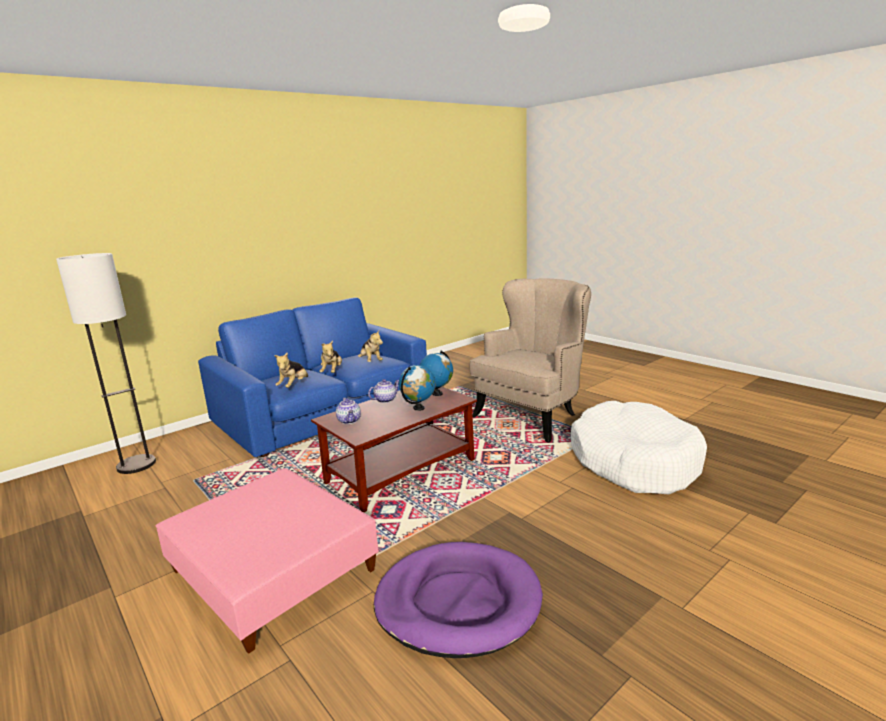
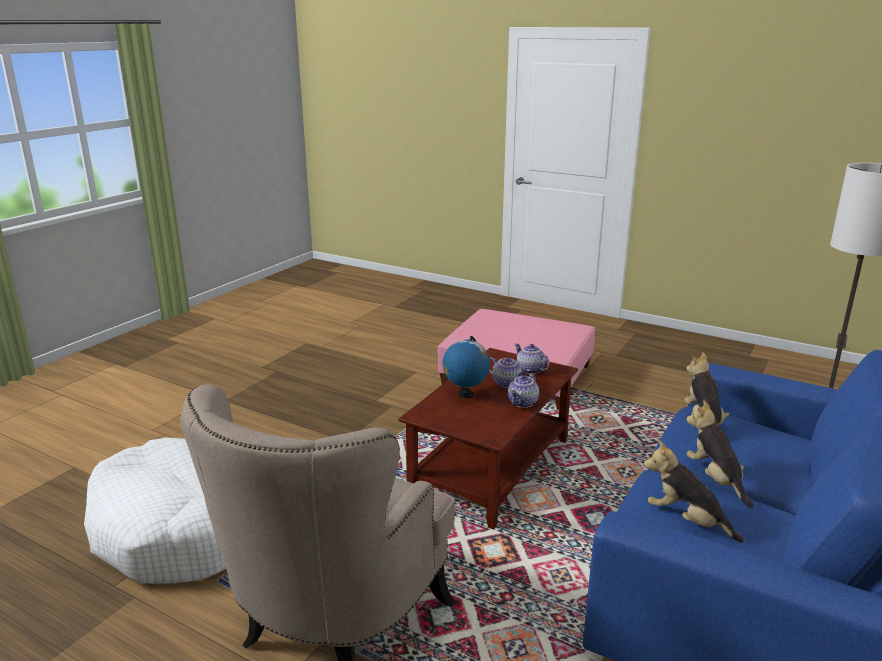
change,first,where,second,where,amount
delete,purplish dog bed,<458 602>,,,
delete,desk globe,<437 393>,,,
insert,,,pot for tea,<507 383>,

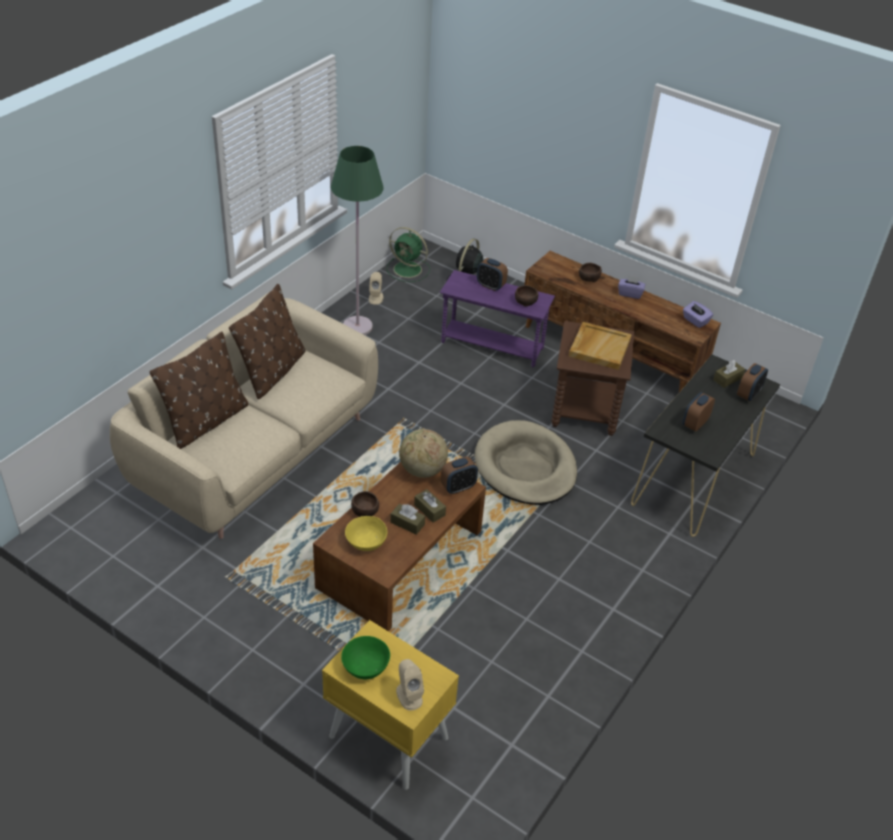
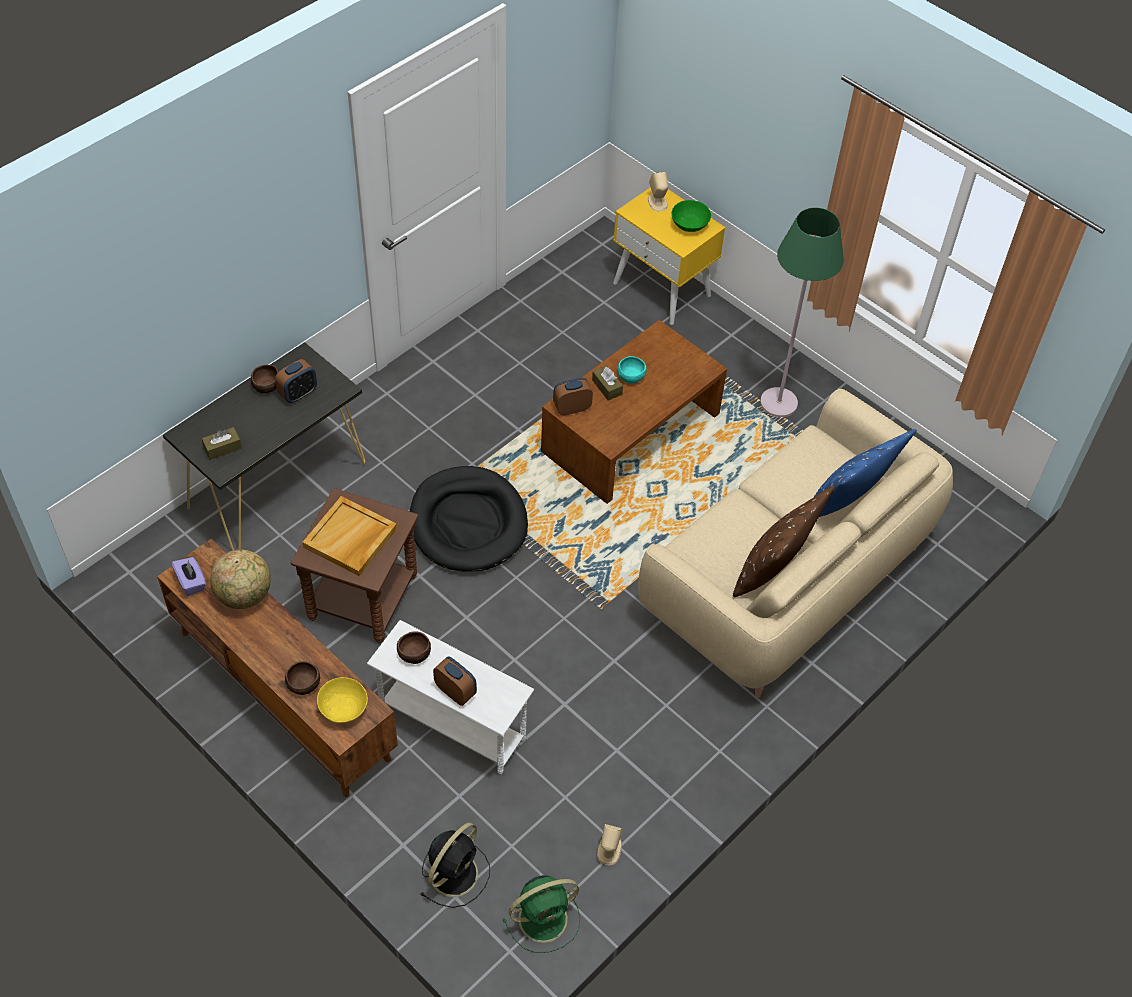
change,first,where,second,where,amount
recolor,brownish pillow,<206 421>,bluish pillow,<847 502>,
move,greenish standard lamp,<357 326>,,<778 403>,
move,yellowish bowl,<366 542>,,<343 708>,
move,brownish bowl,<365 510>,,<266 386>,
rotate,greenish fan,<408 270>,,<545 918>,120 degrees clockwise
replace,brownish tissue box,<407 523>,turquoise-coloured bowl,<632 376>,
move,desk globe,<422 470>,,<245 595>,
recolor,purplish accent table,<492 345>,whitish accent table,<452 725>,
recolor,beige-coloured dog bed,<525 467>,black-coloured dog bed,<468 523>,
delete,purplish tissue box,<630 293>,,,
delete,table clock,<748 394>,,,

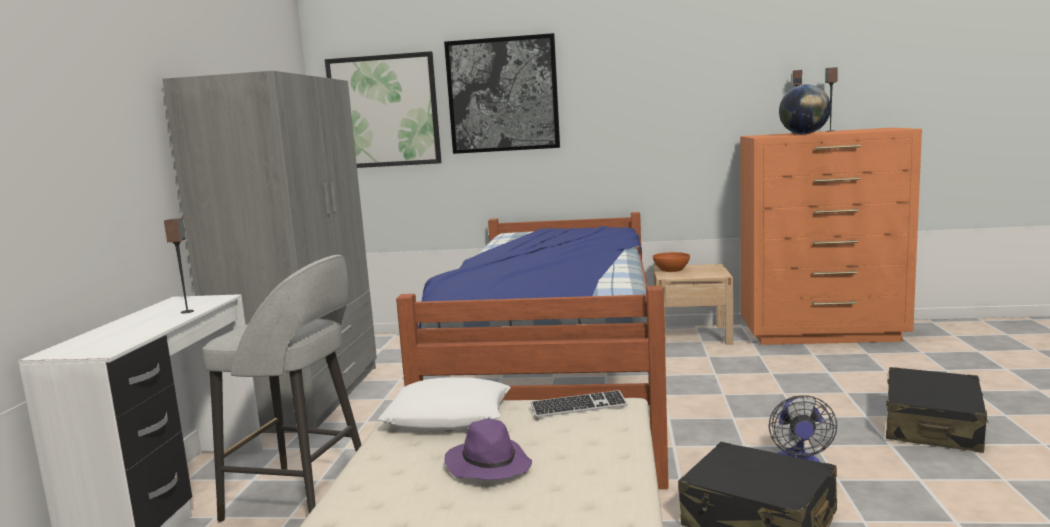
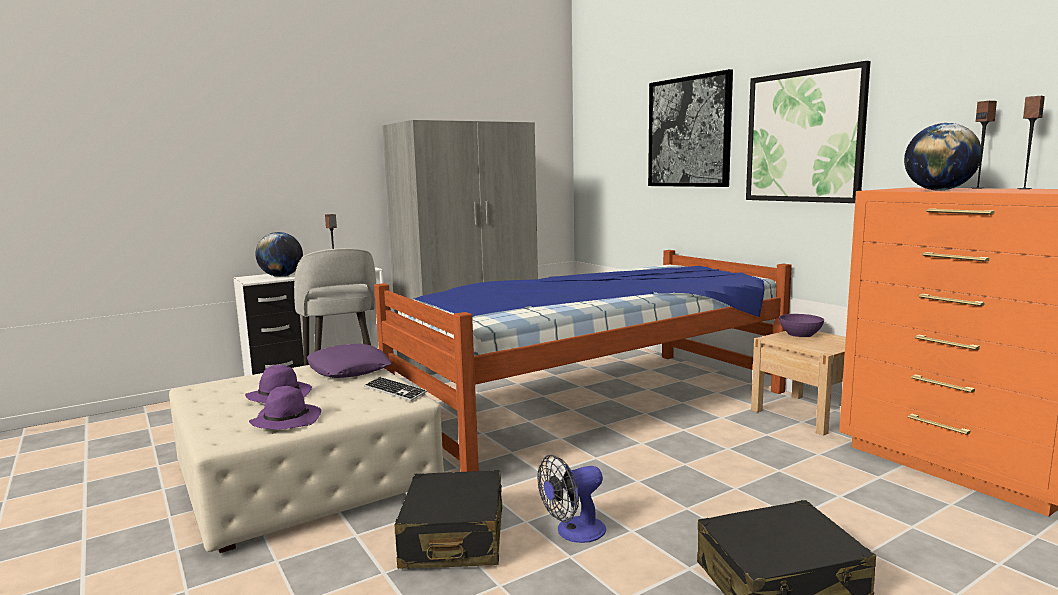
change,first,where,second,where,amount
move,wall art,<384 111>,,<804 137>,
recolor,whitish pillow,<448 415>,purplish pillow,<349 369>,
recolor,orange bowl,<671 270>,purplish bowl,<799 334>,
insert,,,purplish hat,<286 420>,
insert,,,desk globe,<281 276>,

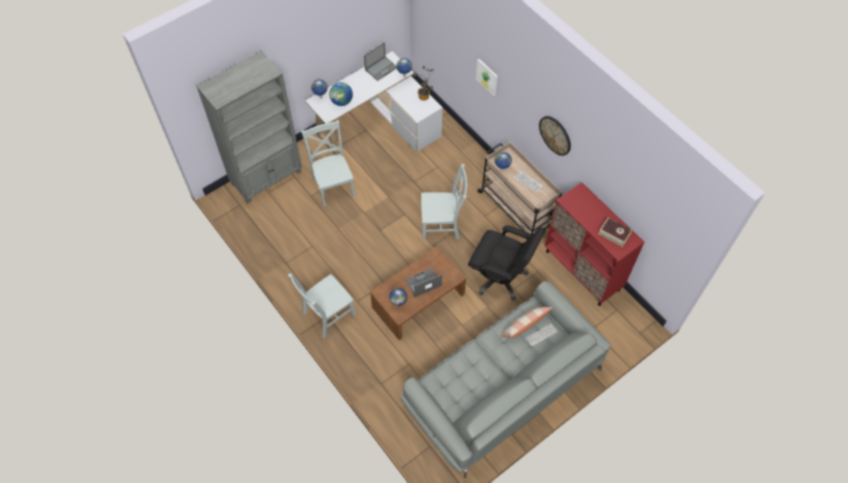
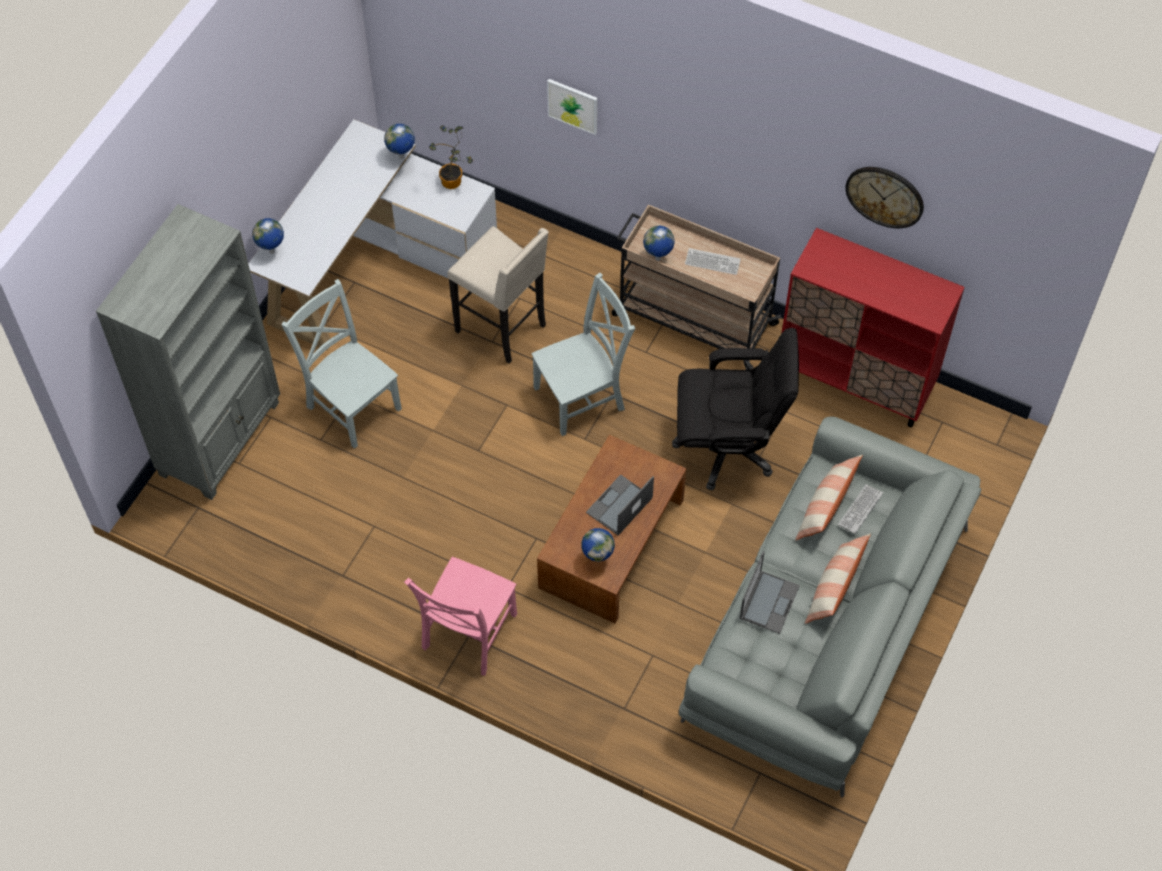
change,first,where,second,where,amount
recolor,grey chair,<327 315>,pinkish chair,<467 634>,
delete,desk globe,<342 101>,,,
move,laptop,<381 68>,,<769 601>,
move,hanging clock,<555 135>,,<885 196>,
delete,bound book,<614 234>,,,
insert,,,beige-coloured stool seat,<503 328>,
insert,,,pillow,<834 587>,

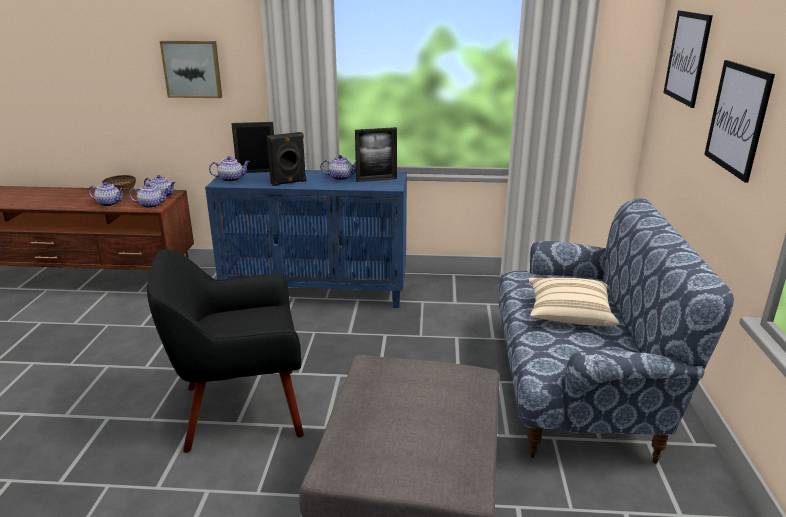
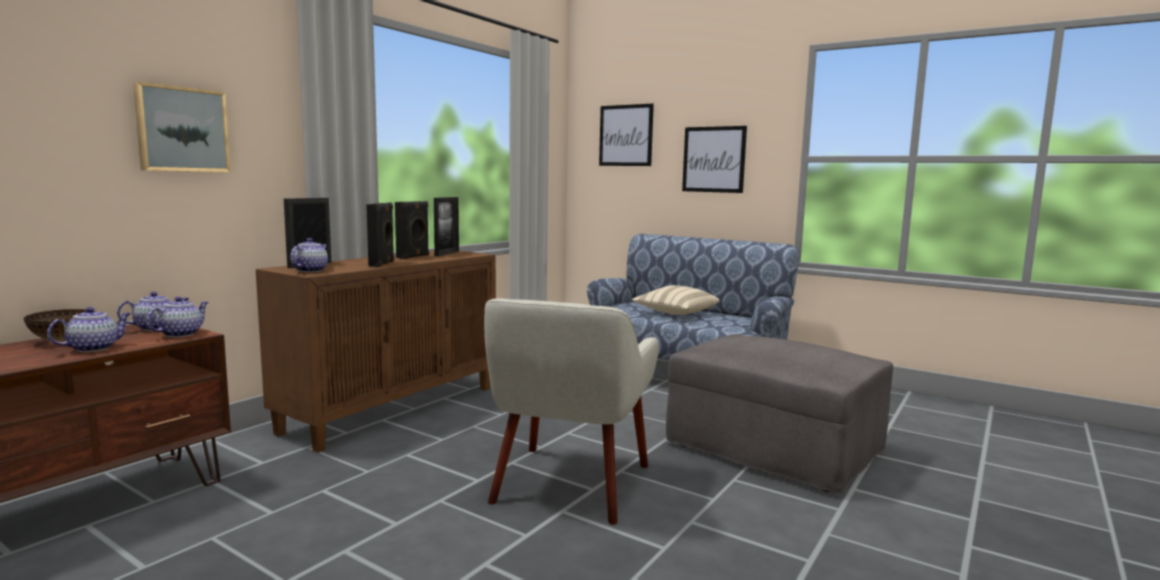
change,first,where,second,where,amount
recolor,black-coloured easy chair,<240 409>,beige-coloured easy chair,<569 484>,
recolor,bluish cabinet,<317 292>,brownish cabinet,<393 408>,
replace,pot for tea,<341 178>,black-coloured speaker,<414 256>,

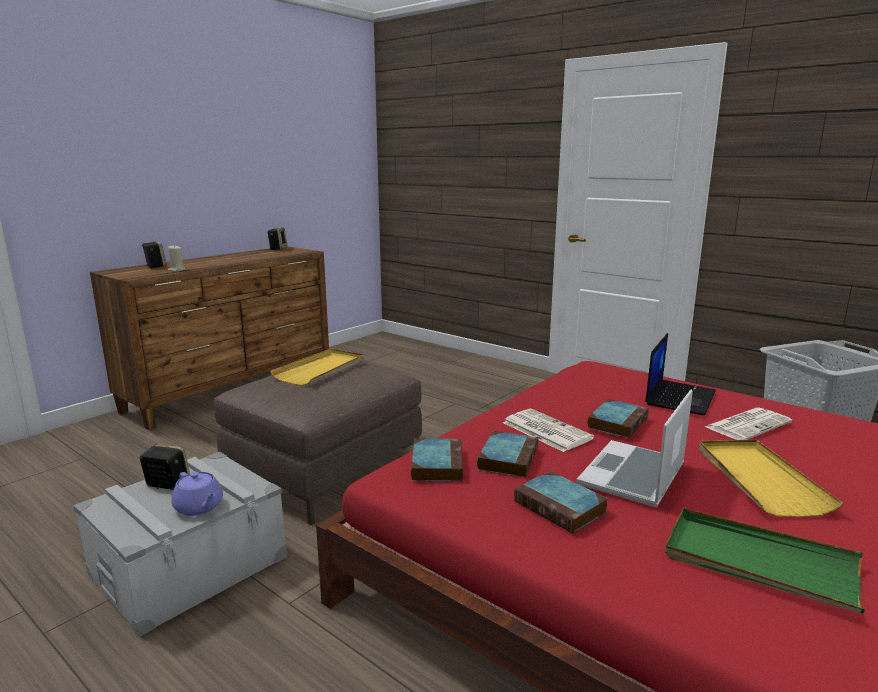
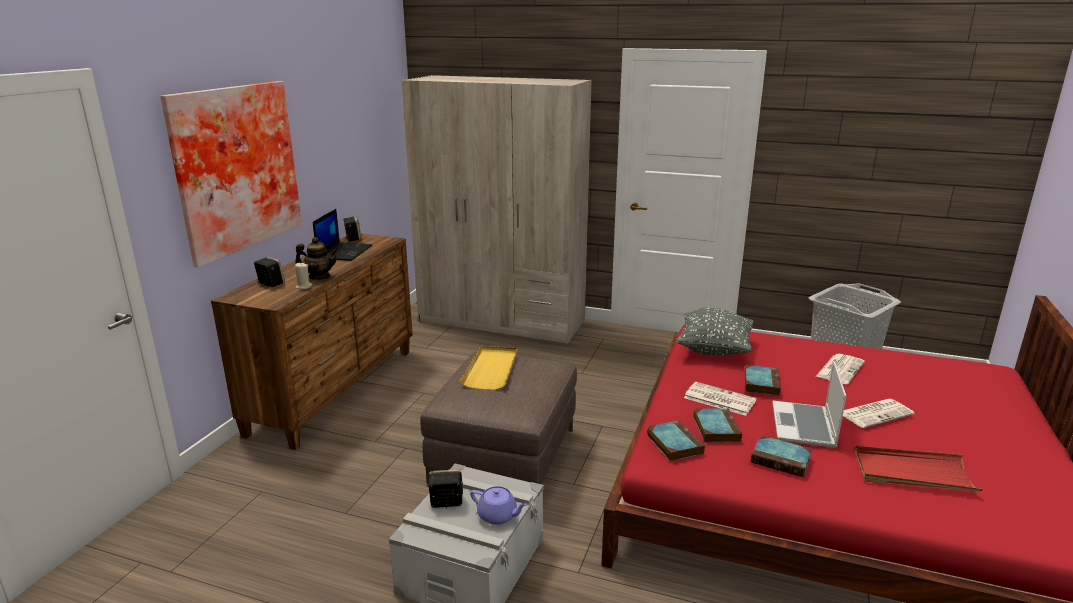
change,first,where,second,where,amount
move,laptop,<679 397>,,<344 252>,
recolor,greenish tray,<759 563>,red tray,<912 472>,
replace,yellowish tray,<759 479>,newspaper,<875 413>,
insert,,,wall art,<234 168>,
insert,,,pot for tea,<319 277>,
insert,,,beige-coloured wardrobe,<502 321>,
insert,,,grey pillow,<714 349>,

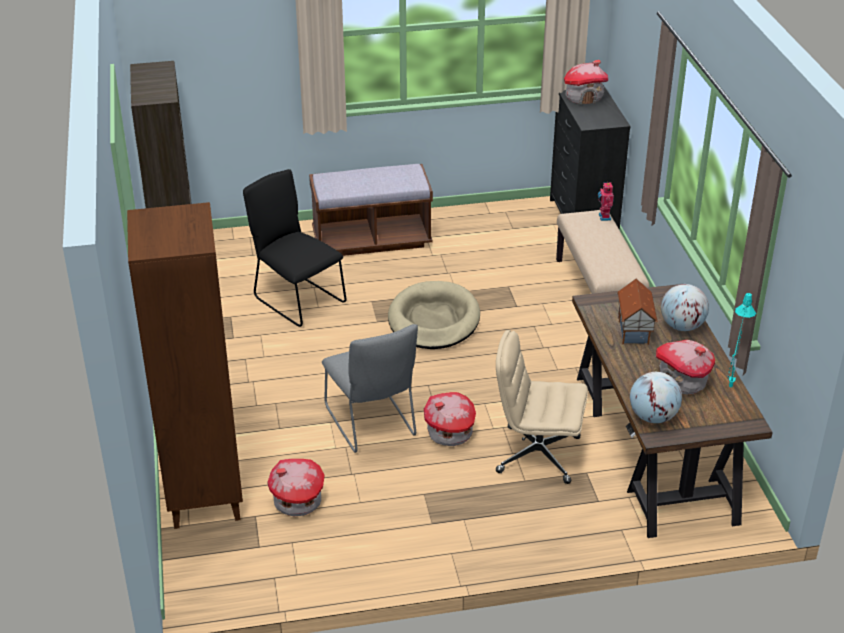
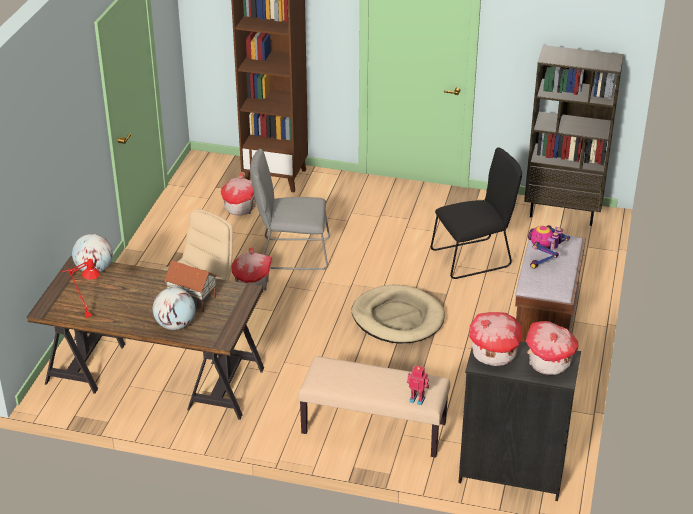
change,first,where,second,where,amount
move,miniature house,<682 381>,,<494 354>,
recolor,turquoise-coloured lamp for a table,<729 391>,red lamp for a table,<84 315>,
insert,,,model robot,<544 260>,

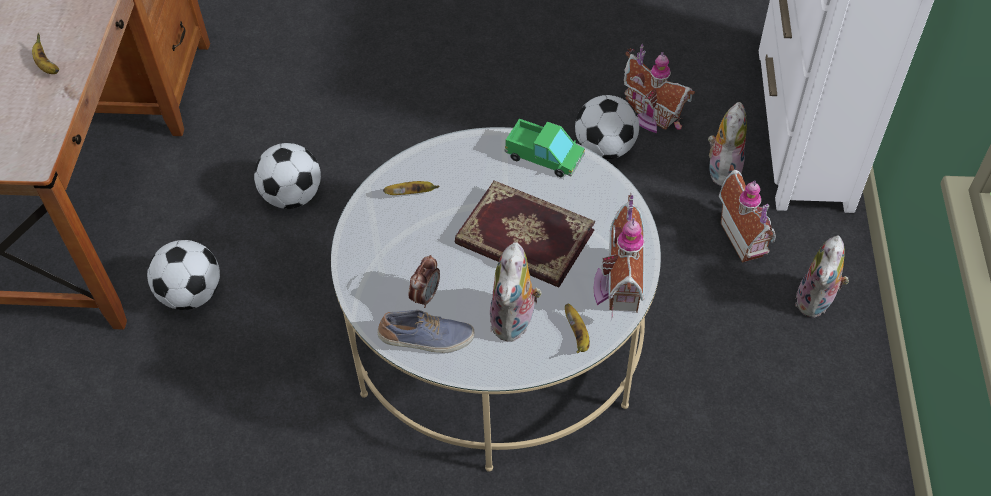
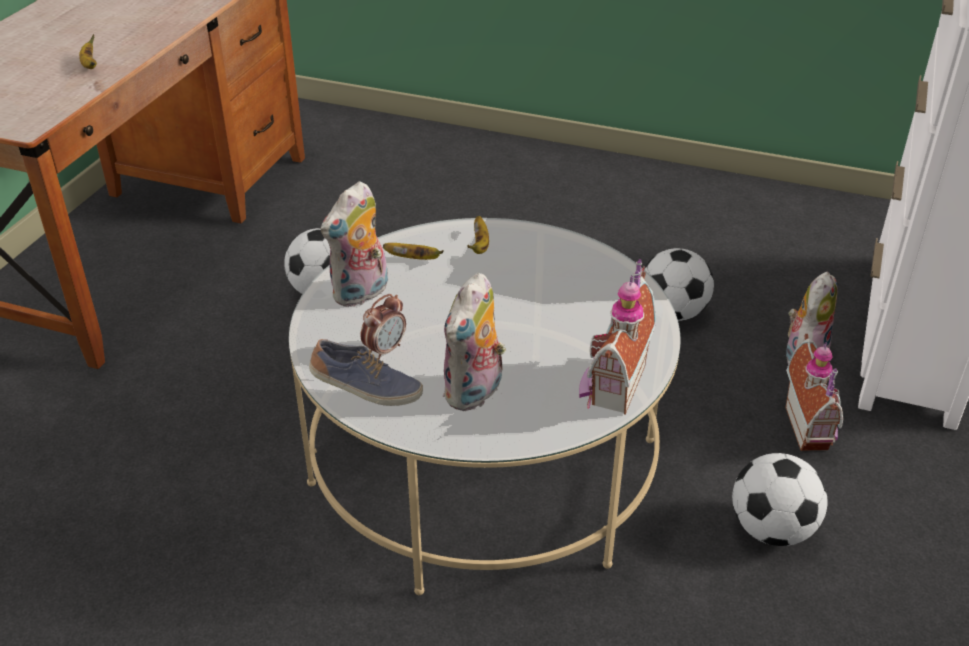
change,first,where,second,where,amount
move,football ball,<191 294>,,<771 530>,
delete,bound book,<524 239>,,,
delete,toy lorry,<544 156>,,,
move,banana fruit,<577 335>,,<480 245>,
delete,miniature house,<651 116>,,,
move,cuddly toy,<816 302>,,<361 294>,

